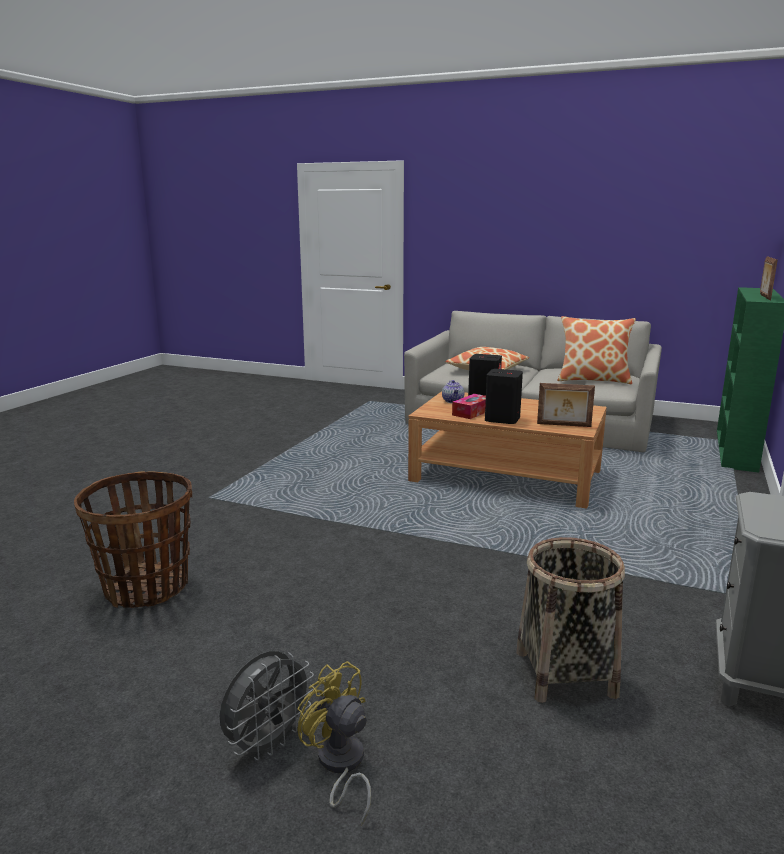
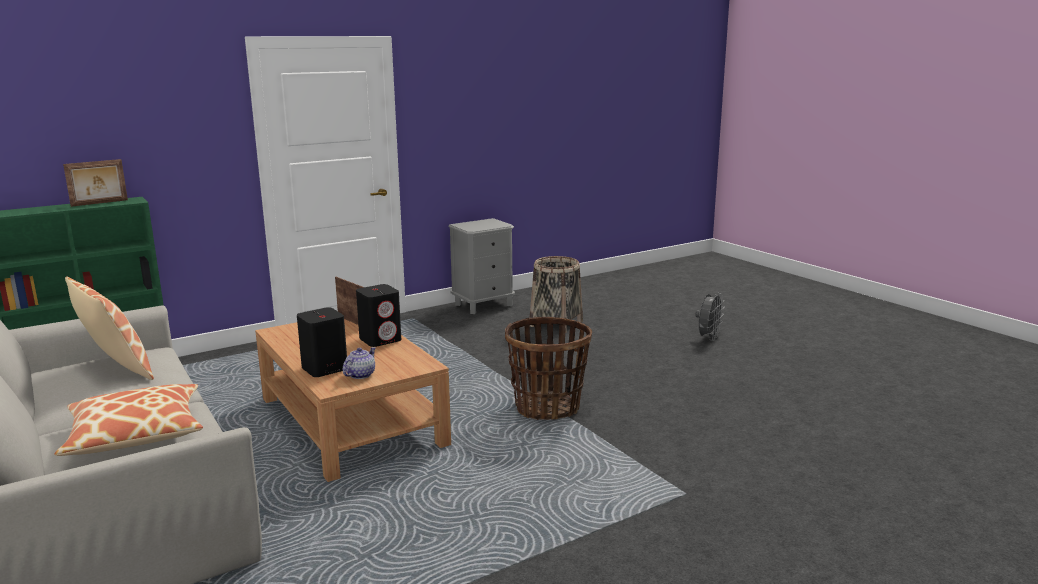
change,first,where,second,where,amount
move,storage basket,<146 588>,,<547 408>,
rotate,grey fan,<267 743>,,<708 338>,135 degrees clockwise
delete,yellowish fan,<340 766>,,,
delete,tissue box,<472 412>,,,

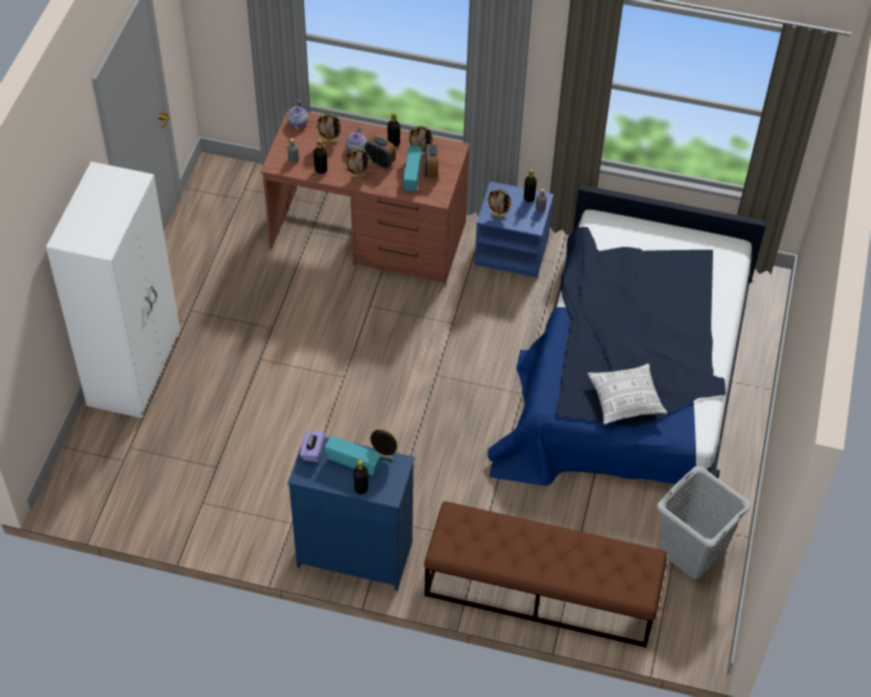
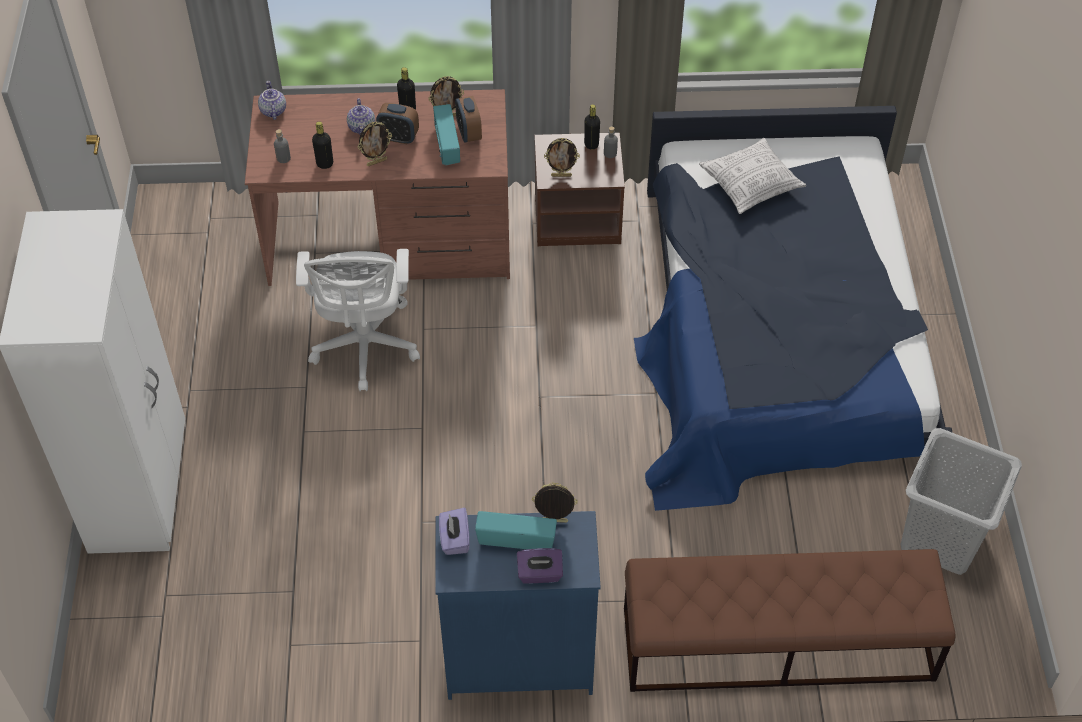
change,first,where,second,where,amount
delete,picture frame,<329 142>,,,
replace,black-coloured beverage bottle,<361 488>,purplish tissue box,<540 574>,
recolor,bluish night table,<512 251>,brownish night table,<578 218>,
move,pillow,<625 400>,,<751 185>,
insert,,,whitish computer chair,<365 348>,

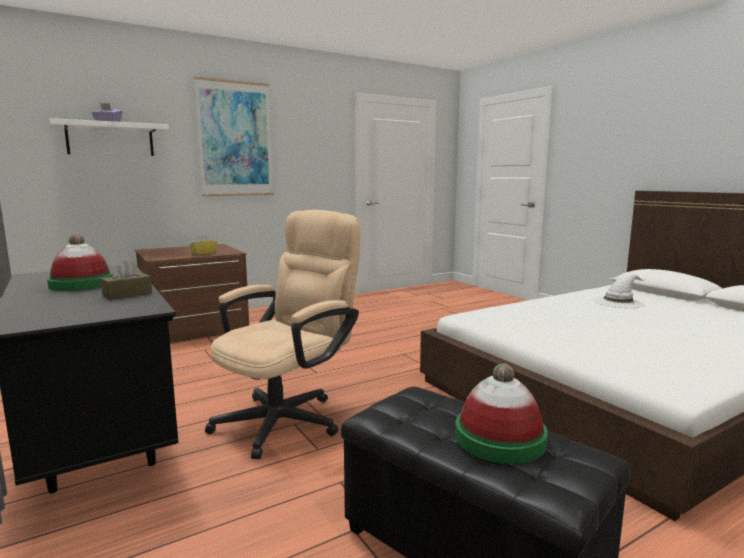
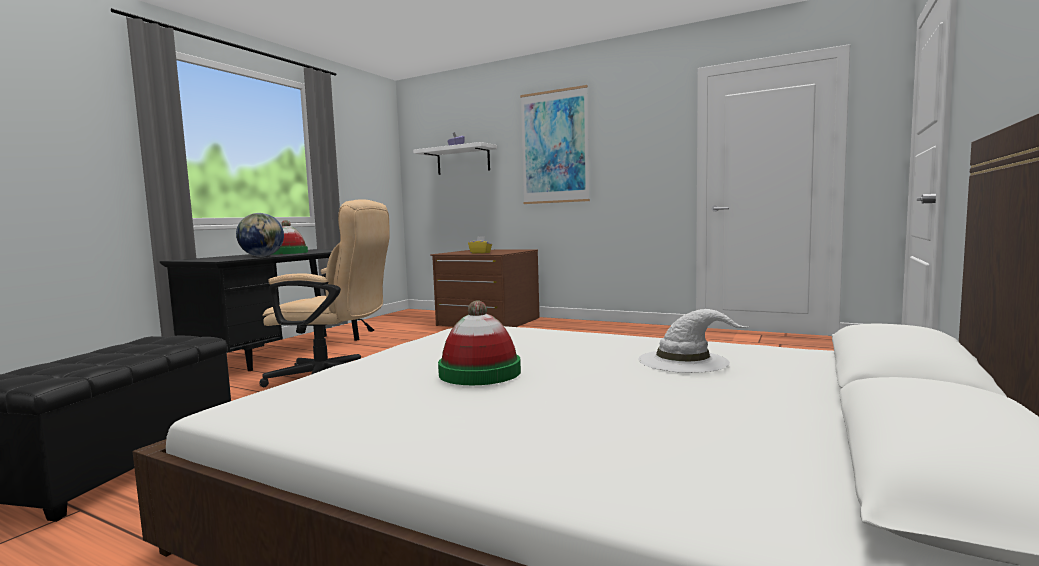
change,first,where,second,where,amount
replace,brownish tissue box,<127 294>,desk globe,<262 256>,
move,hat,<499 438>,,<480 372>,

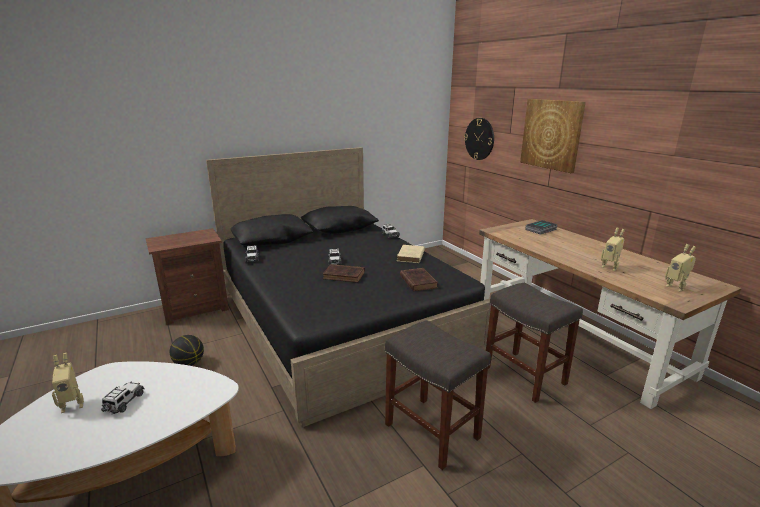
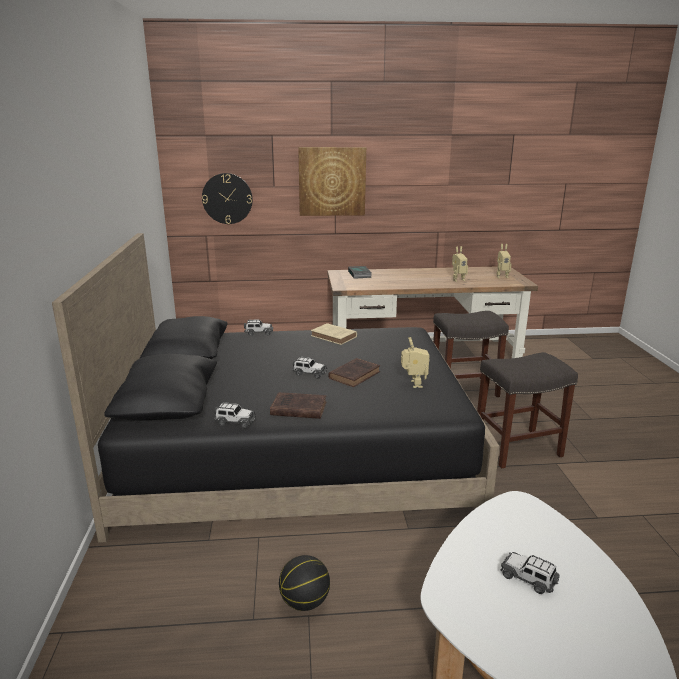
change,first,where,second,where,amount
move,model robot,<73 404>,,<413 384>,
delete,brownish night table,<196 308>,,,
move,brownish bound book,<417 281>,,<297 409>,

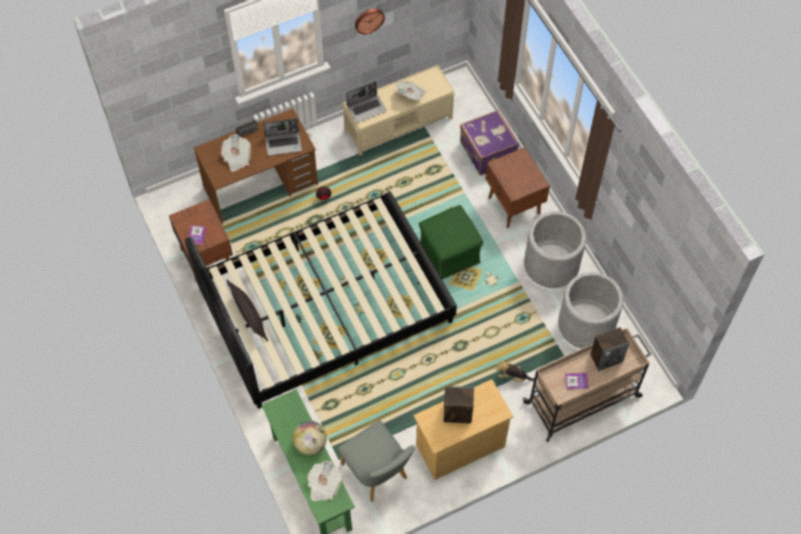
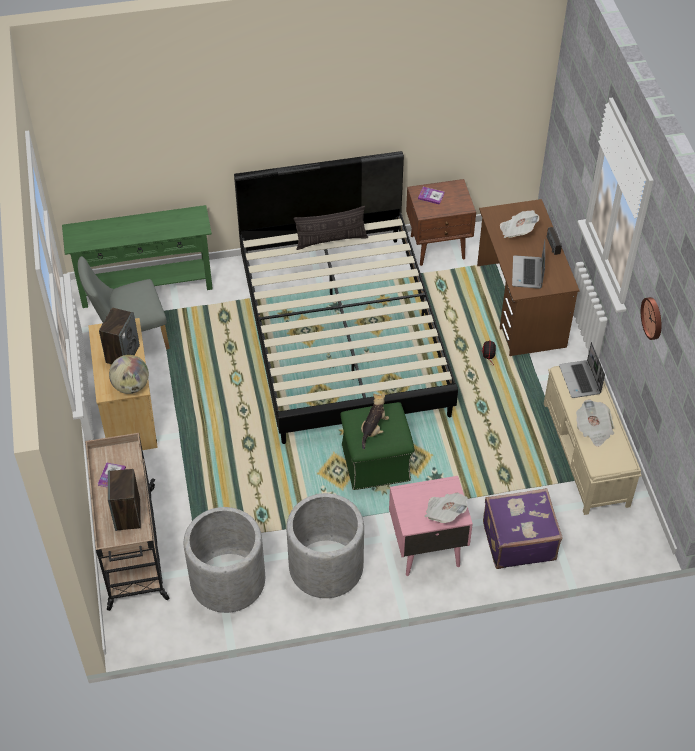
change,first,where,second,where,amount
move,desk globe,<311 443>,,<131 386>,
move,newspaper,<323 485>,,<444 513>,
recolor,brownish night table,<514 206>,pinkish night table,<426 549>,
move,cuddly toy,<513 377>,,<373 429>,

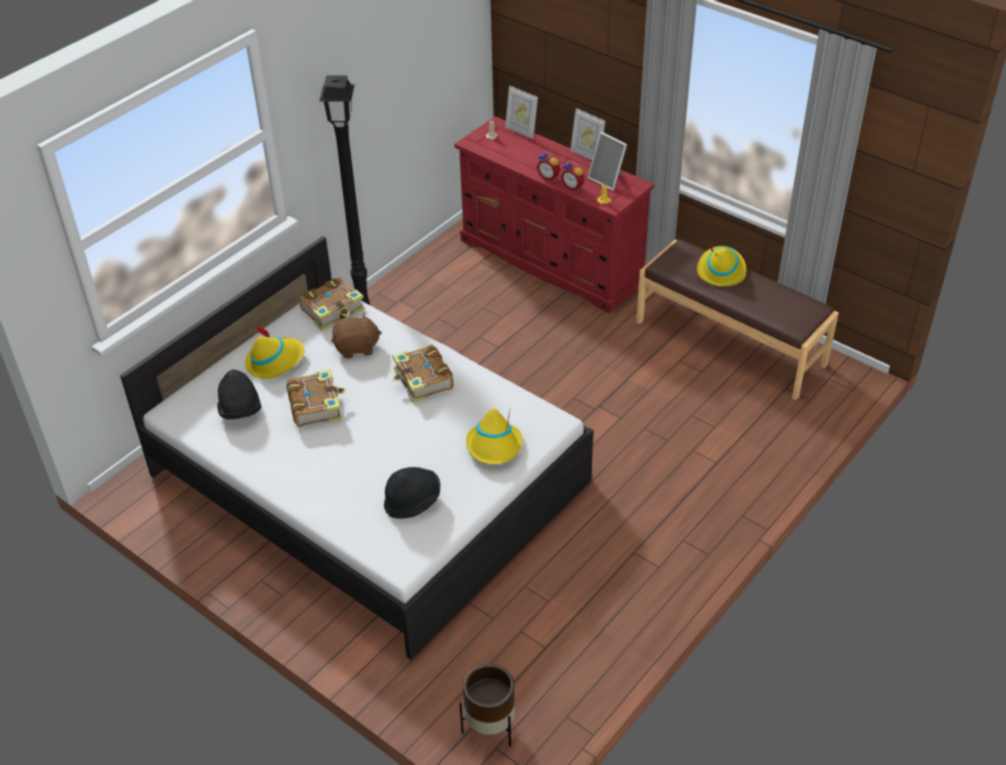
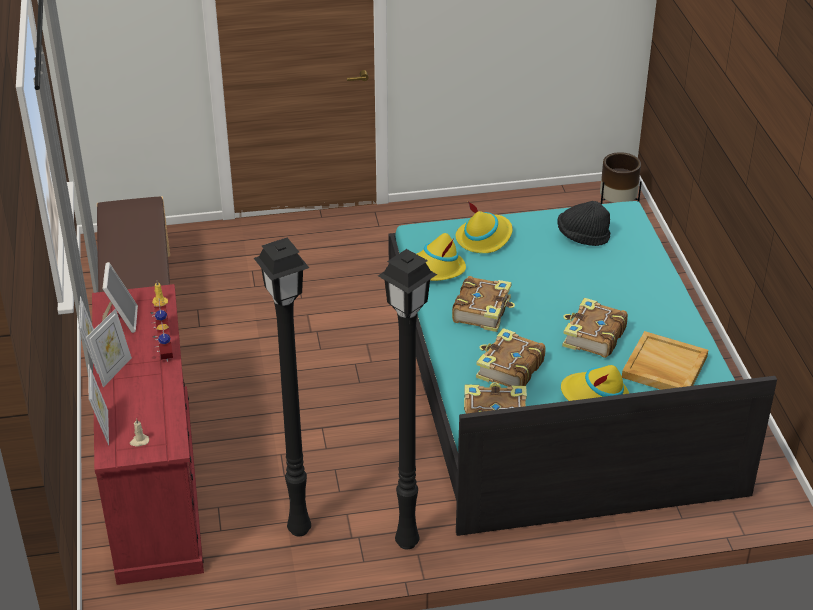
change,first,where,second,where,amount
recolor,whitish bedroom bed,<368 478>,turquoise-coloured bedroom bed,<556 384>,
replace,black-coloured hat,<240 410>,beige-coloured tray,<663 367>,
replace,brownish cuddly toy,<356 348>,bound book,<509 369>,
move,yellowish hat,<721 270>,,<435 269>,
insert,,,picture frame,<113 371>,
insert,,,black-coloured standard lamp,<297 529>,

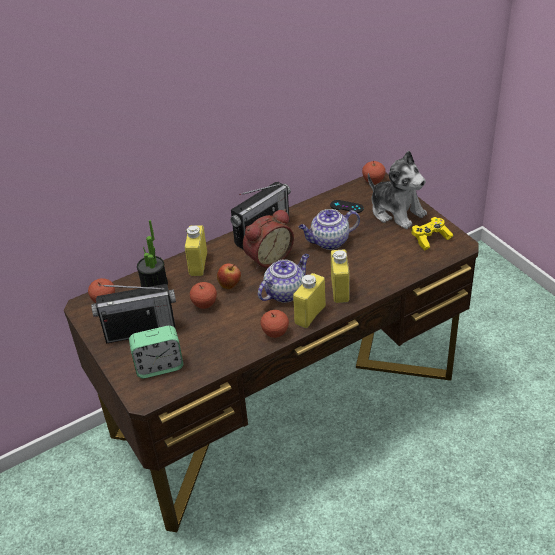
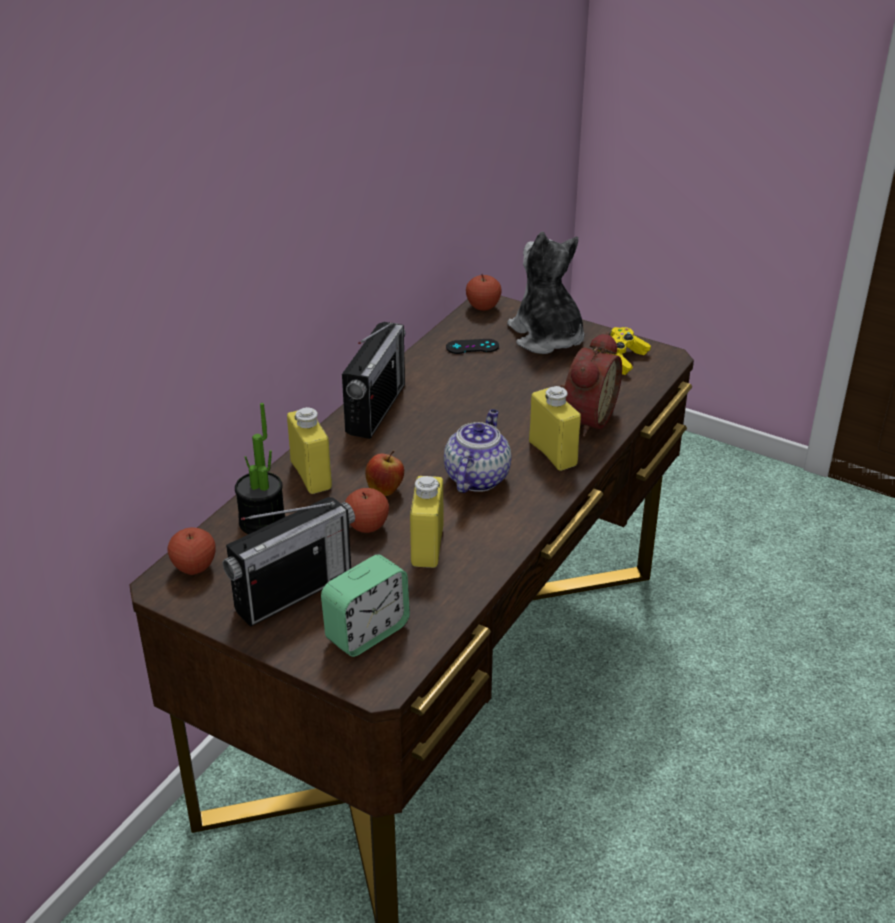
change,first,where,second,where,amount
move,table clock,<268 258>,,<585 418>,
delete,whole apple,<275 333>,,,
move,yellowish beverage bottle,<310 315>,,<427 547>,
delete,pot for tea,<329 242>,,,
rotate,cuddly toy,<396 211>,,<547 337>,135 degrees counterclockwise

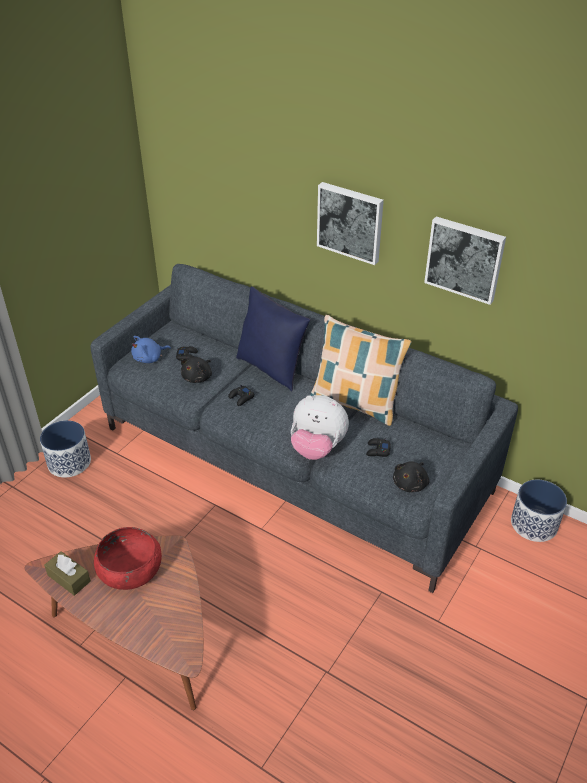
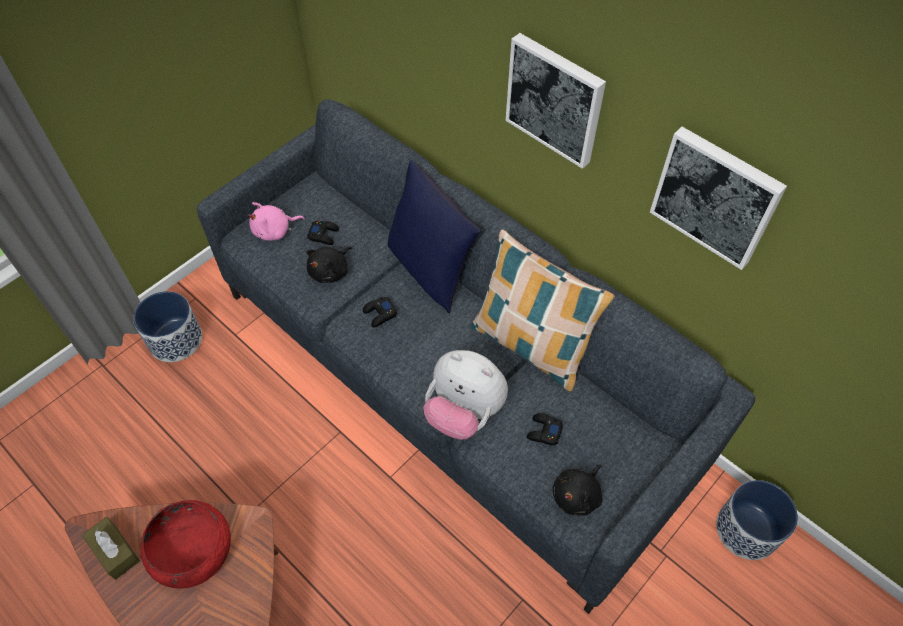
change,first,where,second,where,amount
recolor,bluish cuddly toy,<149 358>,pinkish cuddly toy,<275 231>,

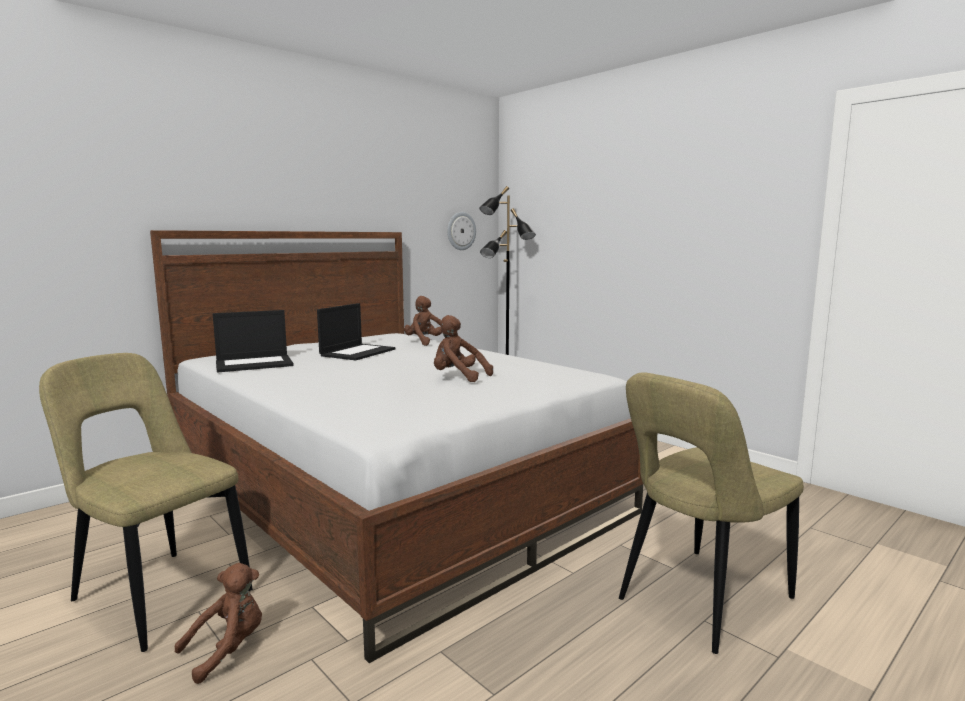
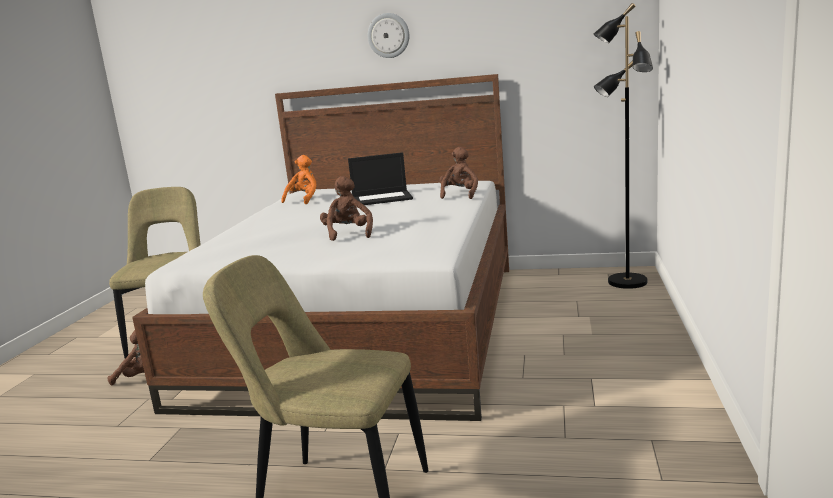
change,first,where,second,where,amount
replace,laptop,<255 364>,orange cuddly toy,<304 200>,
move,hanging clock,<461 231>,,<388 35>,

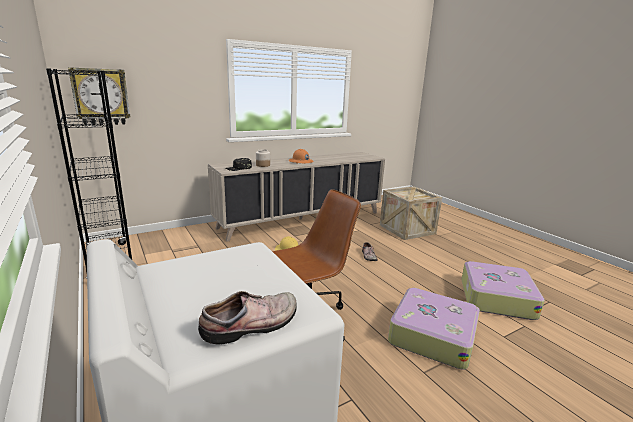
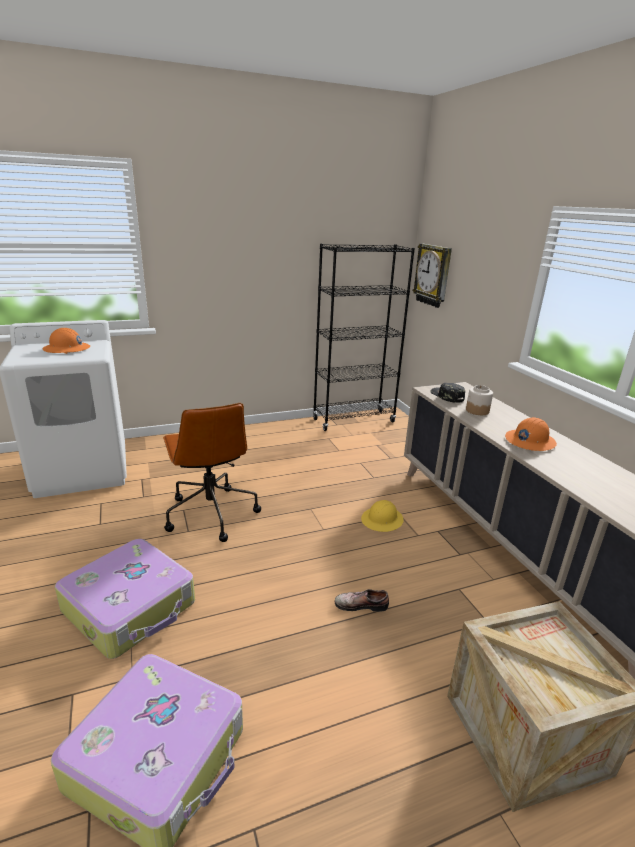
change,first,where,second,where,amount
delete,low shoe,<253 325>,,,
insert,,,orange hard hat,<67 349>,

